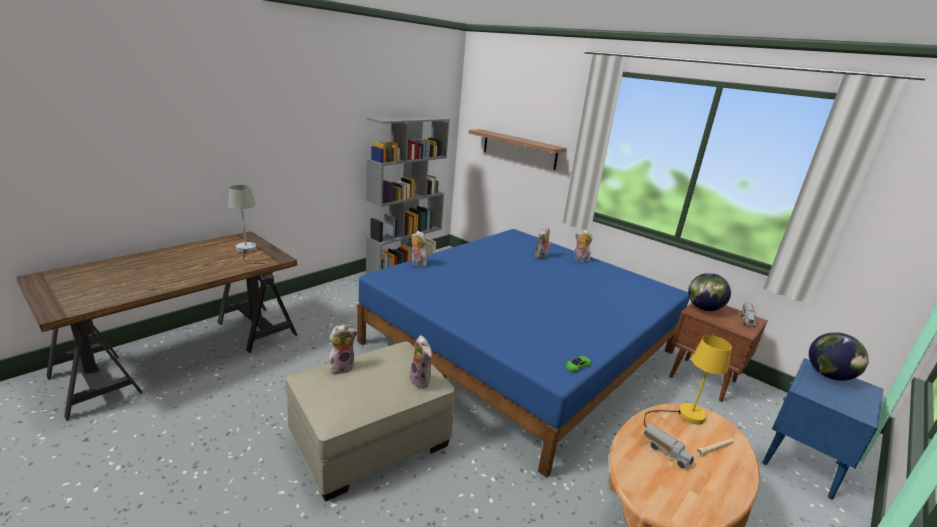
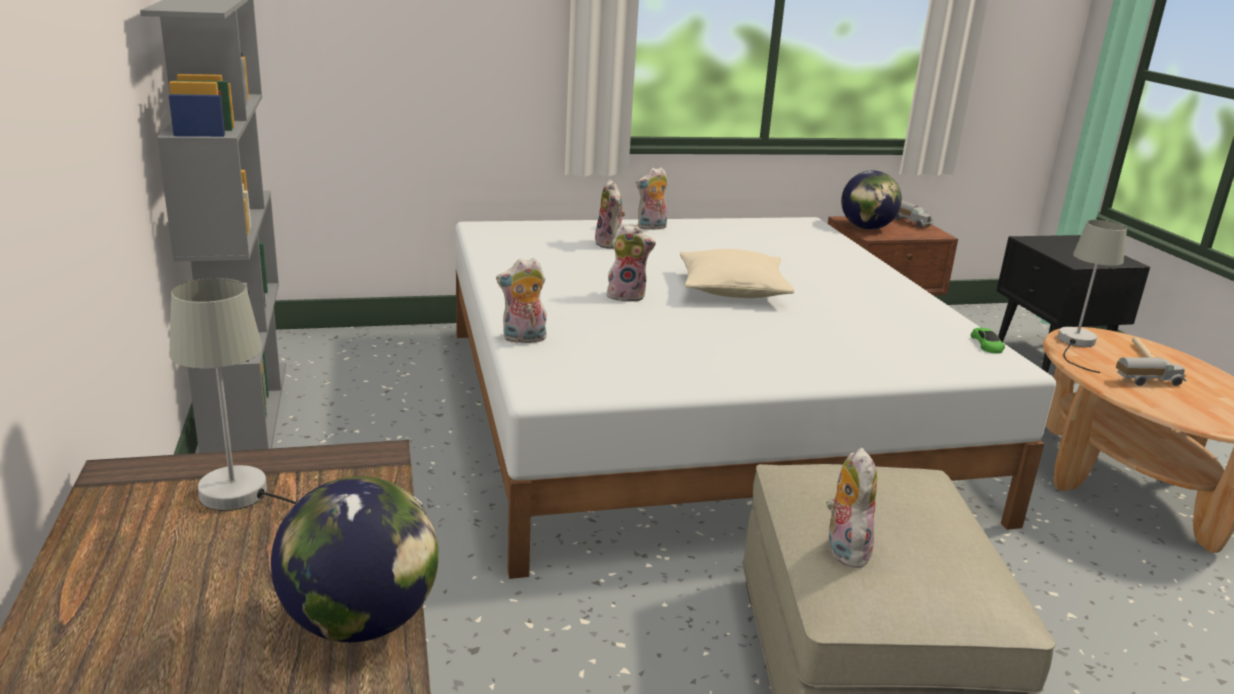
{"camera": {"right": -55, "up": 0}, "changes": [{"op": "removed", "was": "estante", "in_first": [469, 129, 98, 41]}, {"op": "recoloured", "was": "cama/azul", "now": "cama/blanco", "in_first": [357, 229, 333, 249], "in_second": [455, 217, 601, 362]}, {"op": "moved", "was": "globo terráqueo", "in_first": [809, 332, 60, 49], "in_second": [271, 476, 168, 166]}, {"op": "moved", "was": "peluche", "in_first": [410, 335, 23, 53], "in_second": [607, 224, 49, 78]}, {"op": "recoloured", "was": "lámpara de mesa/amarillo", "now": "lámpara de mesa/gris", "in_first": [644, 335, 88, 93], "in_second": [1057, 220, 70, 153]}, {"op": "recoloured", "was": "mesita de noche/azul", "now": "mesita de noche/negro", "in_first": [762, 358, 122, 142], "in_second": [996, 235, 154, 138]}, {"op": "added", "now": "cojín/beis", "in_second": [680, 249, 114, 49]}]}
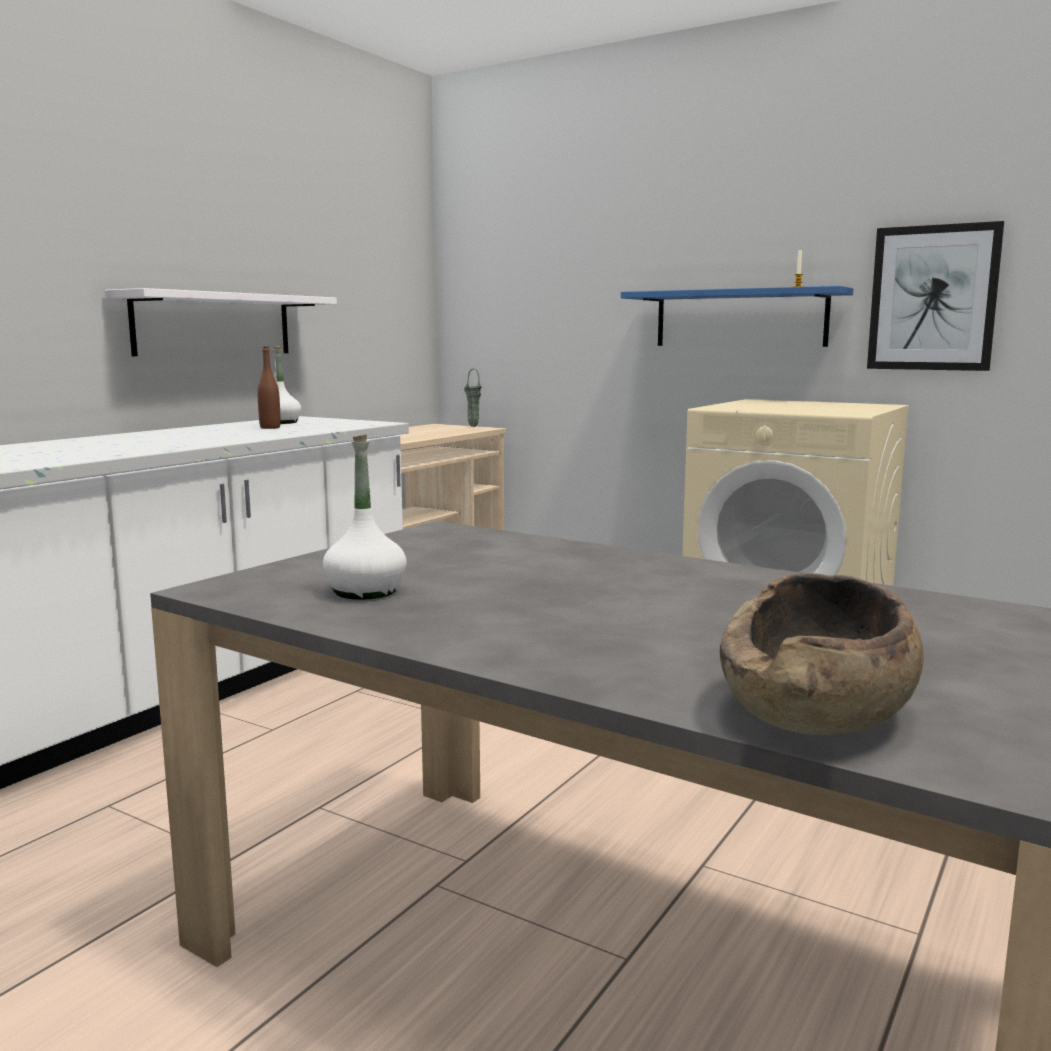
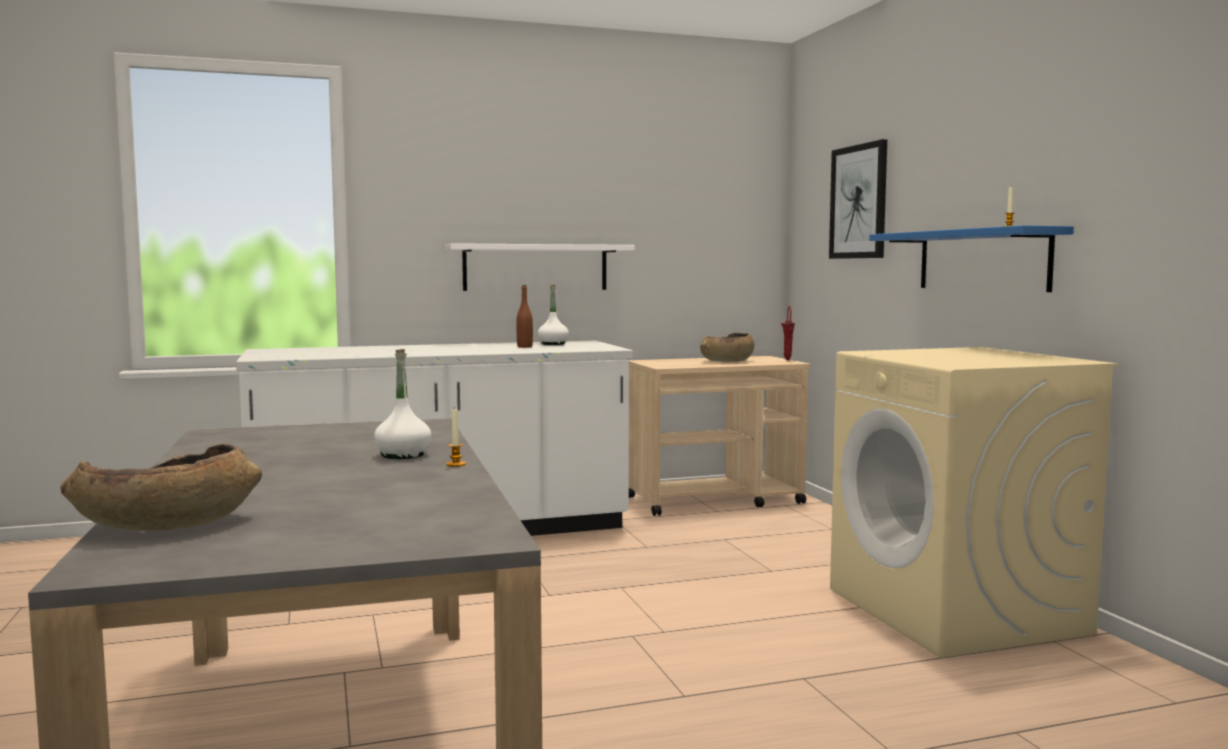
{"camera": {"right": 40, "up": -5}, "changes": [{"op": "moved", "was": "cuadro", "in_first": [867, 221, 137, 150], "in_second": [829, 139, 58, 120]}, {"op": "recoloured", "was": "florero/verde", "now": "florero/rojo", "in_first": [464, 368, 18, 59], "in_second": [781, 306, 14, 55]}, {"op": "moved", "was": "botella/blanco", "in_first": [323, 434, 84, 166], "in_second": [374, 349, 57, 110]}, {"op": "added", "now": "cuenco/marrón", "in_second": [700, 333, 54, 29]}, {"op": "added", "now": "vela", "in_second": [446, 409, 20, 58]}]}
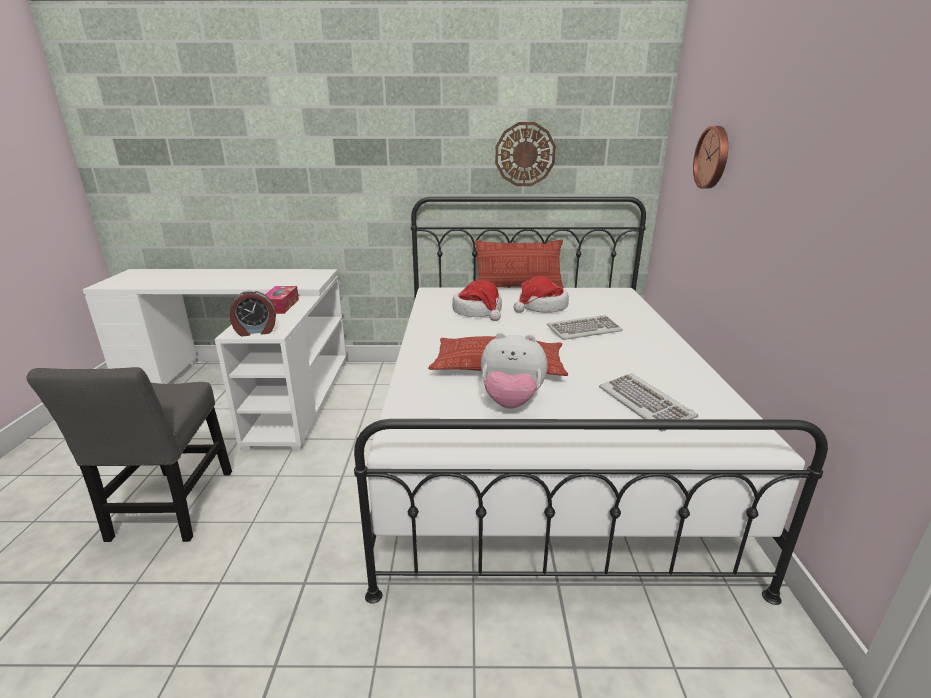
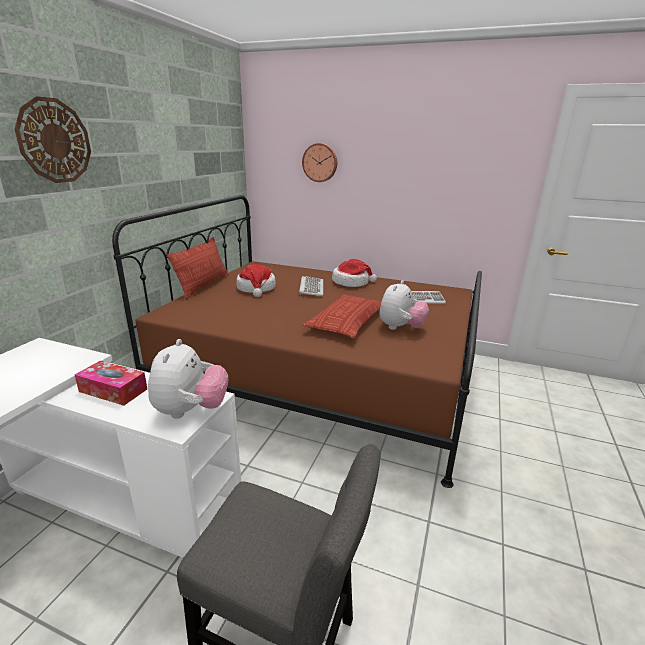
{"camera": {"right": -70, "up": 0}, "changes": [{"op": "moved", "was": "reloj de pared", "in_first": [495, 122, 61, 64], "in_second": [14, 96, 77, 87]}, {"op": "recoloured", "was": "cama/blanco", "now": "cama/marrón", "in_first": [354, 197, 474, 408], "in_second": [112, 195, 370, 293]}, {"op": "moved", "was": "sombrero", "in_first": [452, 280, 50, 41], "in_second": [332, 259, 45, 28]}, {"op": "replaced", "was": "despertador", "now": "peluche", "in_first": [230, 290, 46, 46], "in_second": [148, 339, 80, 80]}]}
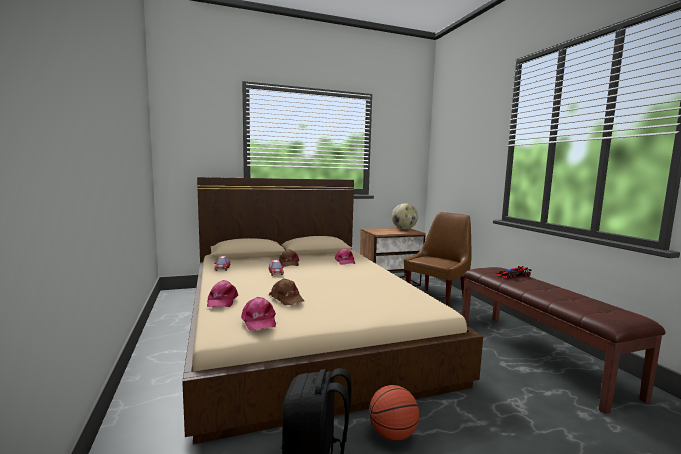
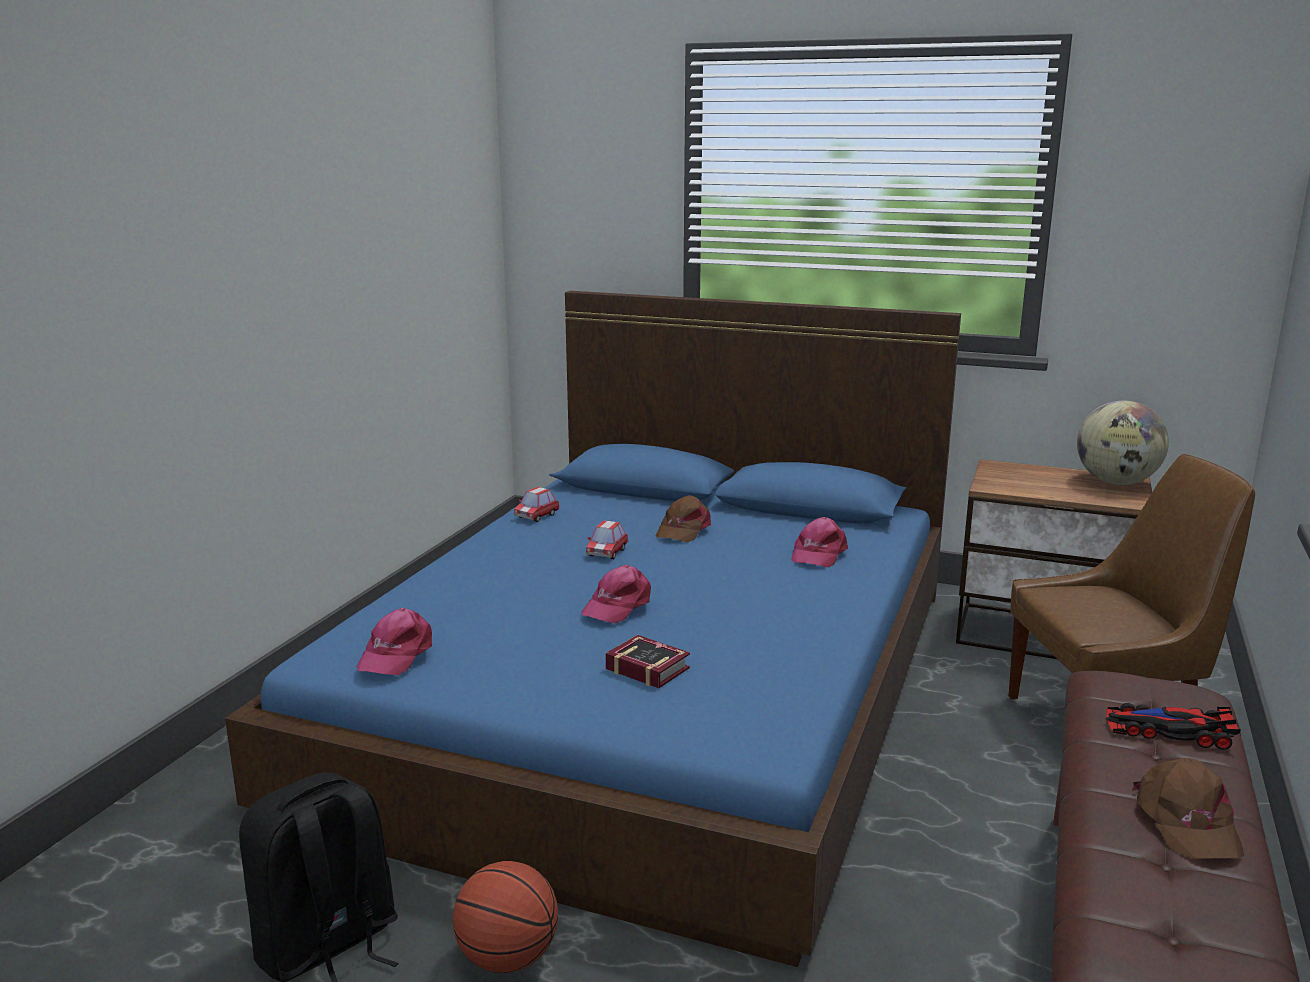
{"camera": {"right": 40, "up": 10}, "changes": [{"op": "recoloured", "was": "cama/beis", "now": "cama/azul", "in_first": [182, 177, 301, 267], "in_second": [225, 291, 736, 676]}, {"op": "moved", "was": "gorra/marrón", "in_first": [269, 279, 36, 26], "in_second": [1132, 758, 112, 101]}, {"op": "moved", "was": "gorra/rosa", "in_first": [207, 280, 31, 27], "in_second": [581, 565, 70, 58]}, {"op": "added", "now": "libro", "in_second": [606, 635, 84, 53]}]}
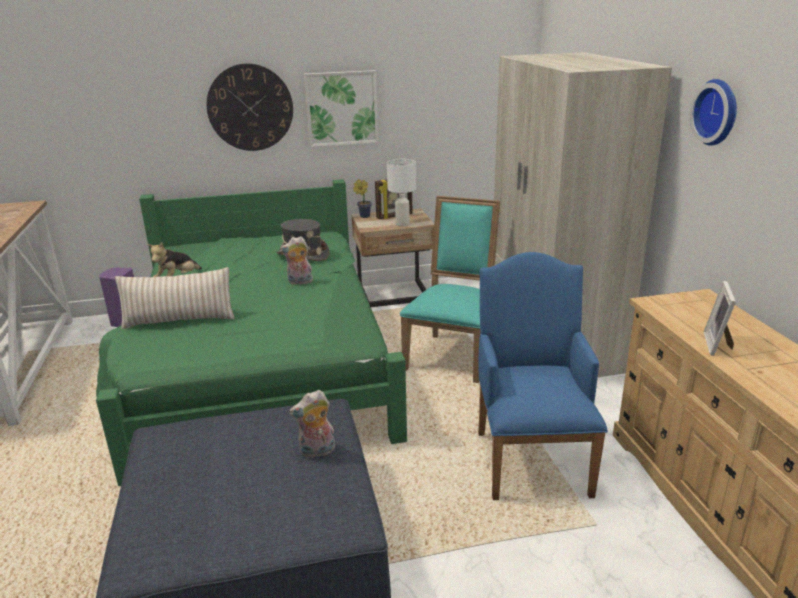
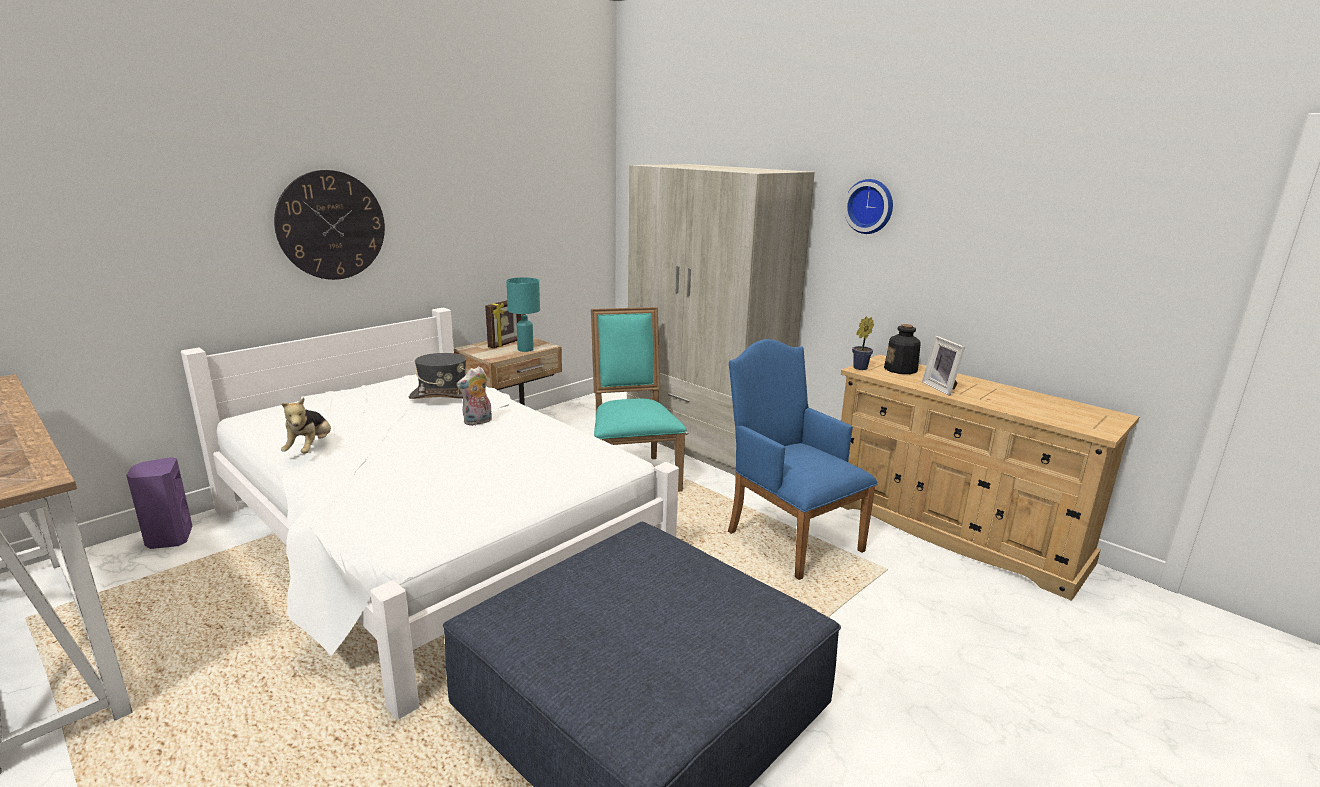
{"camera": {"right": -35, "up": -5}, "changes": [{"op": "removed", "was": "cuadro", "in_first": [304, 70, 75, 77]}, {"op": "recoloured", "was": "lámpara de mesa/blanco", "now": "lámpara de mesa/turquesa", "in_first": [387, 159, 29, 67], "in_second": [506, 277, 34, 75]}, {"op": "recoloured", "was": "cama/verde", "now": "cama/blanco", "in_first": [96, 179, 311, 307], "in_second": [181, 307, 498, 412]}, {"op": "moved", "was": "planta en maceta", "in_first": [353, 179, 19, 39], "in_second": [852, 317, 22, 53]}, {"op": "removed", "was": "cojín/beis", "in_first": [115, 267, 120, 62]}, {"op": "removed", "was": "peluche", "in_first": [289, 390, 46, 68]}, {"op": "added", "now": "botella", "in_second": [884, 324, 37, 50]}]}
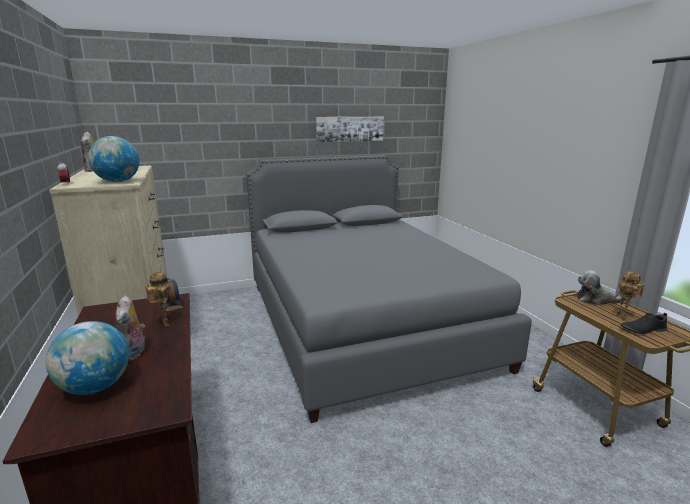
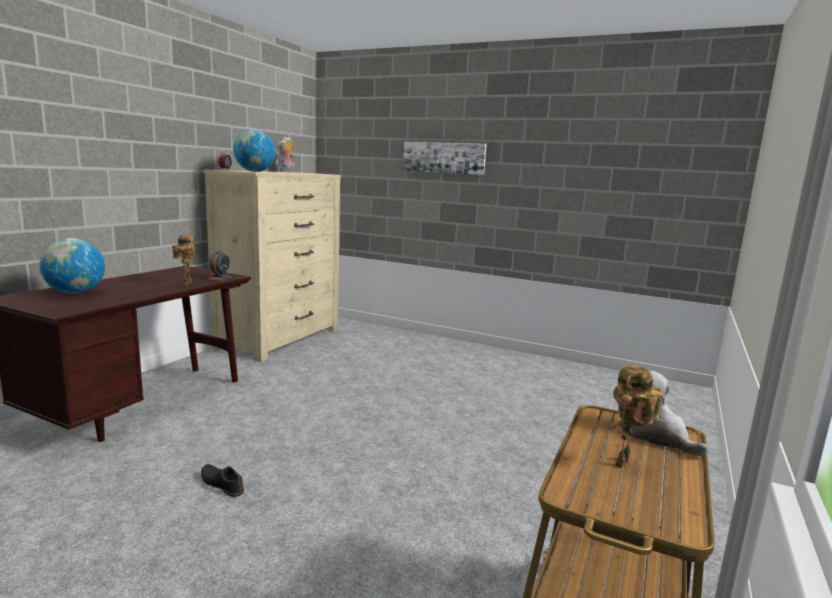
{"camera": {"right": 45, "up": -5}, "changes": [{"op": "moved", "was": "cuadro", "in_first": [316, 117, 68, 25], "in_second": [403, 142, 84, 33]}, {"op": "removed", "was": "cama/gris", "in_first": [246, 155, 286, 268]}, {"op": "removed", "was": "peluche", "in_first": [115, 295, 30, 66]}, {"op": "moved", "was": "zapato/negro", "in_first": [620, 313, 47, 21], "in_second": [201, 464, 43, 33]}]}
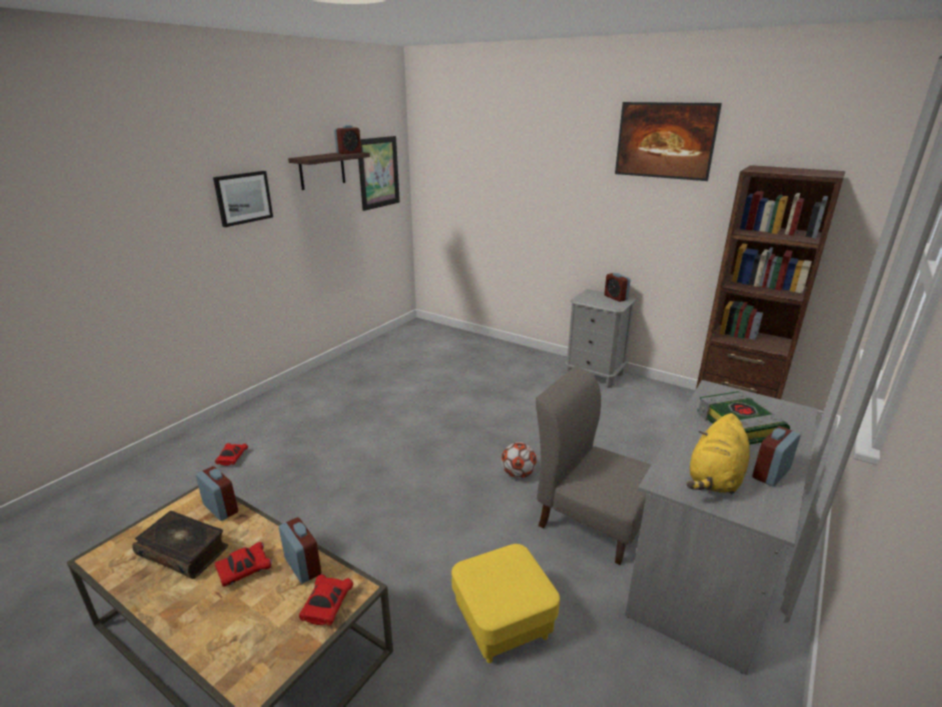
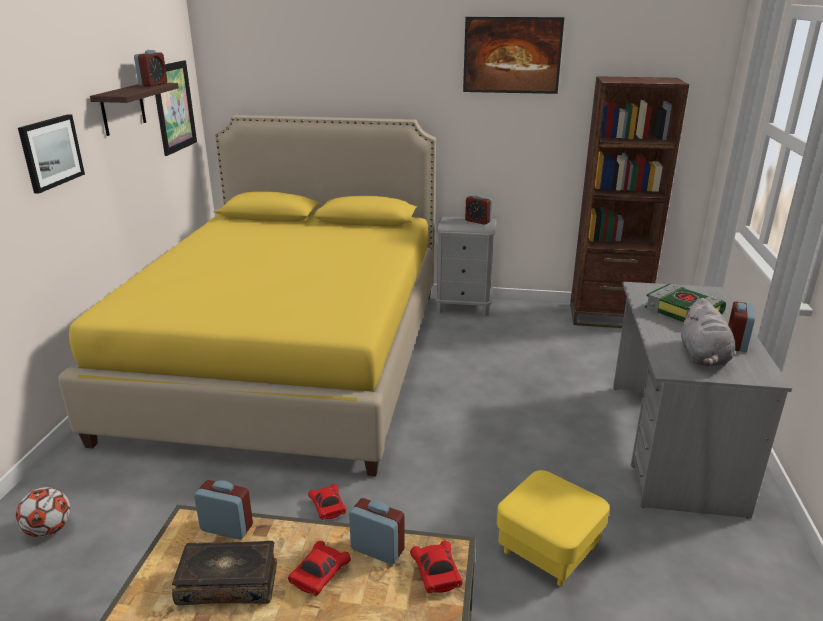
{"camera": {"right": -25, "up": 0}, "changes": [{"op": "removed", "was": "silla/gris", "in_first": [536, 366, 115, 199]}, {"op": "recoloured", "was": "peluche/amarillo", "now": "peluche/gris", "in_first": [686, 413, 64, 81], "in_second": [681, 298, 54, 68]}, {"op": "moved", "was": "balón de fútbol", "in_first": [501, 442, 36, 36], "in_second": [16, 487, 55, 50]}, {"op": "moved", "was": "coche de juguete/rojo", "in_first": [215, 443, 33, 23], "in_second": [308, 484, 38, 36]}, {"op": "added", "now": "cama/amarillo", "in_second": [58, 115, 378, 361]}]}
